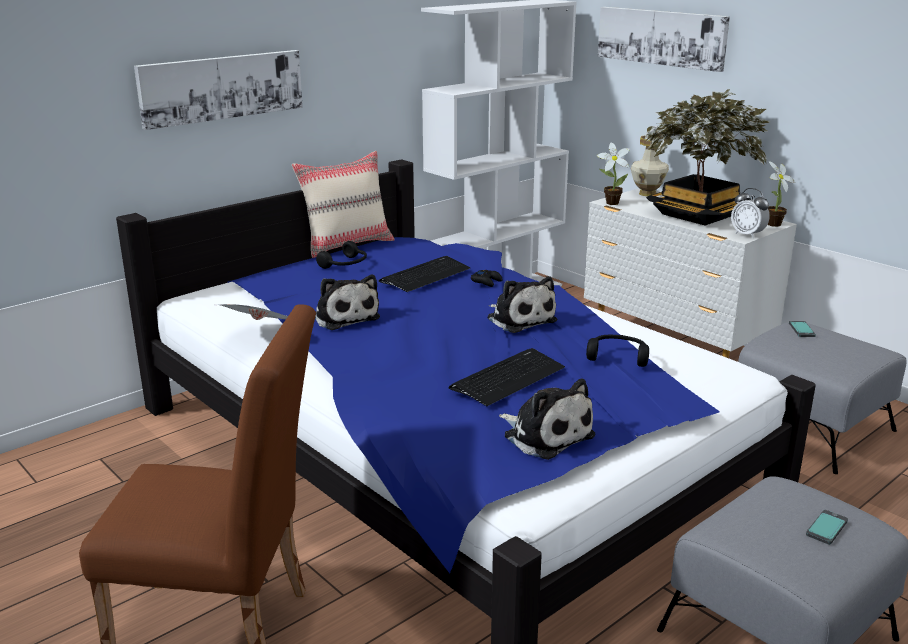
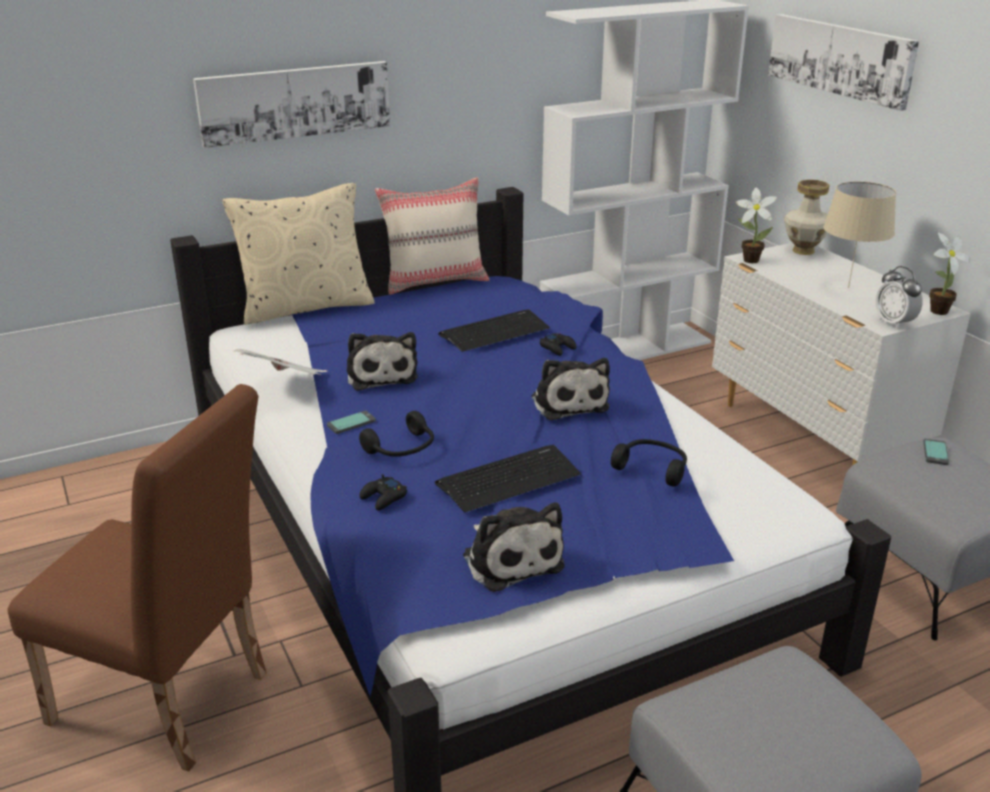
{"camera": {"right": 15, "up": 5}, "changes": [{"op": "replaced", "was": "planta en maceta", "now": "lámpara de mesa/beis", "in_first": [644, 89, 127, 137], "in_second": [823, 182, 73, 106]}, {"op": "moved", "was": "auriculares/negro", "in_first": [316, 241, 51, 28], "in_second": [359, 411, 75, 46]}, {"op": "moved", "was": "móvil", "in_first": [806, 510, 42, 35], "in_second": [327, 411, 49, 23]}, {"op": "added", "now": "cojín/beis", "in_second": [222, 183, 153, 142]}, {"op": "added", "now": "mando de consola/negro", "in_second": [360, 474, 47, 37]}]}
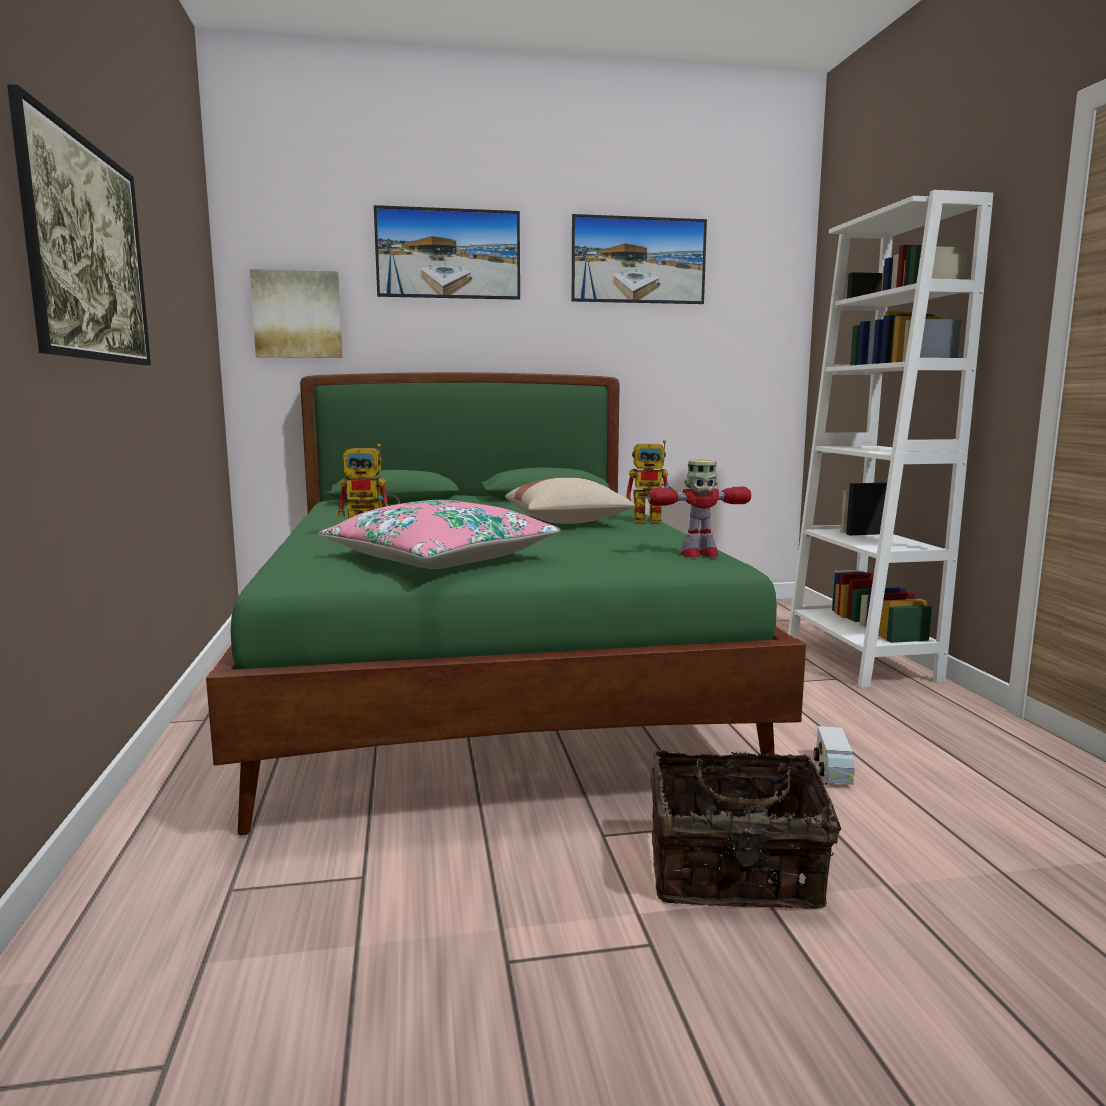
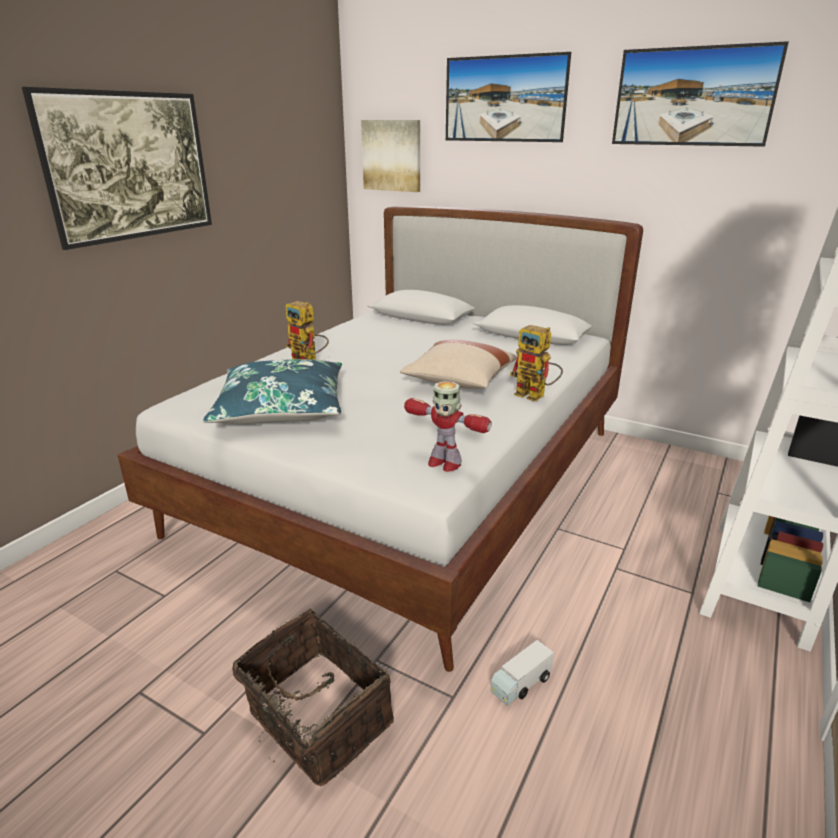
{"camera": {"right": 40, "up": 15}, "changes": [{"op": "recoloured", "was": "cama/verde", "now": "cama/blanco", "in_first": [206, 372, 600, 463], "in_second": [118, 206, 525, 466]}, {"op": "recoloured", "was": "cojín/rosa", "now": "cojín/azul", "in_first": [318, 500, 243, 69], "in_second": [203, 359, 139, 65]}]}
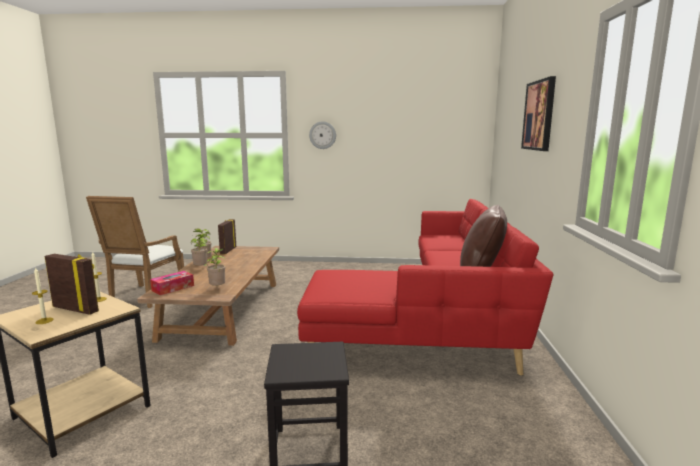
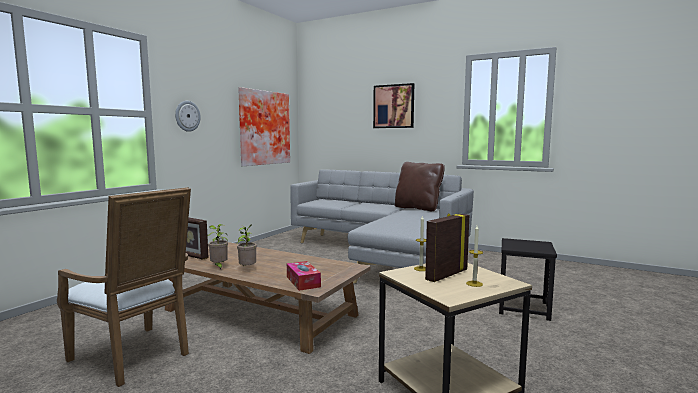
{"camera": {"right": -65, "up": -5}, "changes": [{"op": "recoloured", "was": "sofá/rojo", "now": "sofá/gris", "in_first": [297, 199, 257, 177], "in_second": [290, 169, 184, 115]}, {"op": "removed", "was": "planta en maceta", "in_first": [206, 248, 19, 38]}, {"op": "added", "now": "cuadro", "in_second": [238, 87, 52, 79]}]}
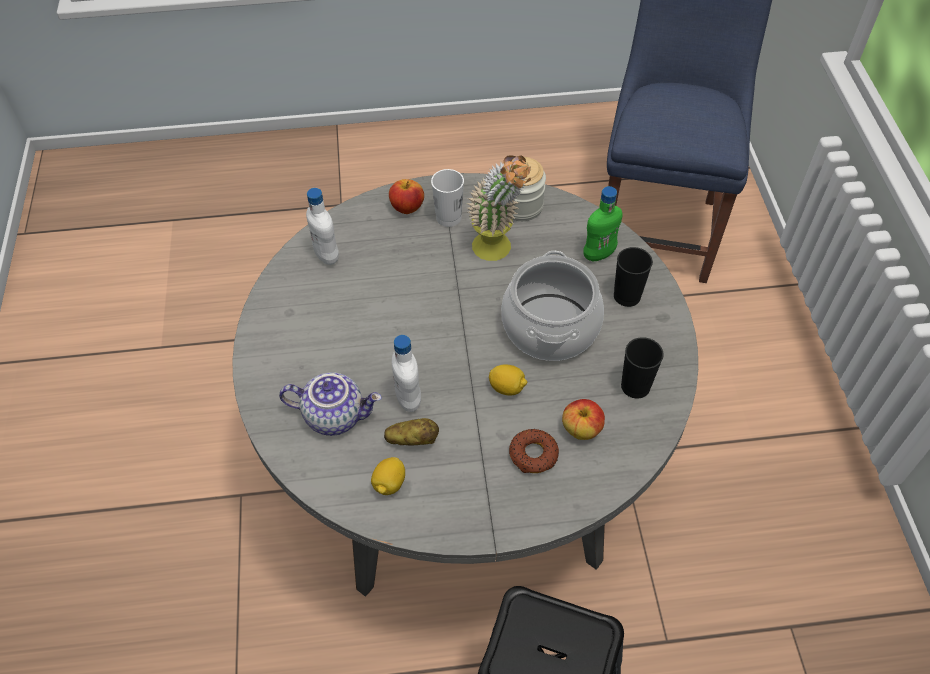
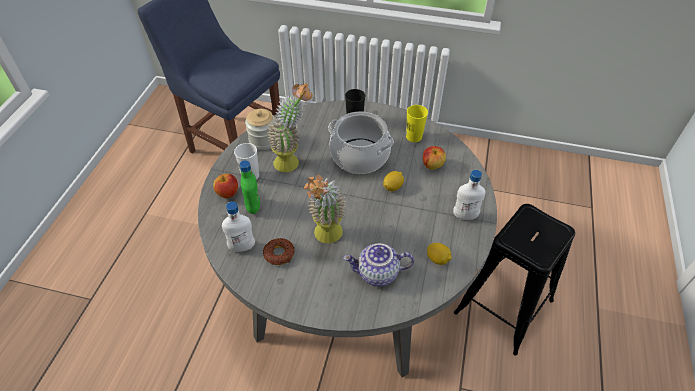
{"camera": {"right": -70, "up": -5}, "changes": [{"op": "moved", "was": "botella/verde", "in_first": [583, 186, 40, 75], "in_second": [239, 160, 21, 54]}, {"op": "moved", "was": "botella/blanco", "in_first": [392, 335, 29, 77], "in_second": [453, 170, 33, 50]}, {"op": "recoloured", "was": "taza/negro", "now": "taza/amarillo", "in_first": [621, 337, 43, 61], "in_second": [406, 105, 22, 37]}, {"op": "turned", "was": "tetera", "in_first": [279, 372, 103, 64], "in_second": [343, 243, 71, 44], "clockwise": -120}, {"op": "removed", "was": "patata", "in_first": [384, 418, 55, 28]}, {"op": "moved", "was": "rosquilla", "in_first": [509, 429, 50, 44], "in_second": [263, 238, 32, 27]}, {"op": "added", "now": "planta en maceta", "in_second": [303, 174, 43, 69]}]}
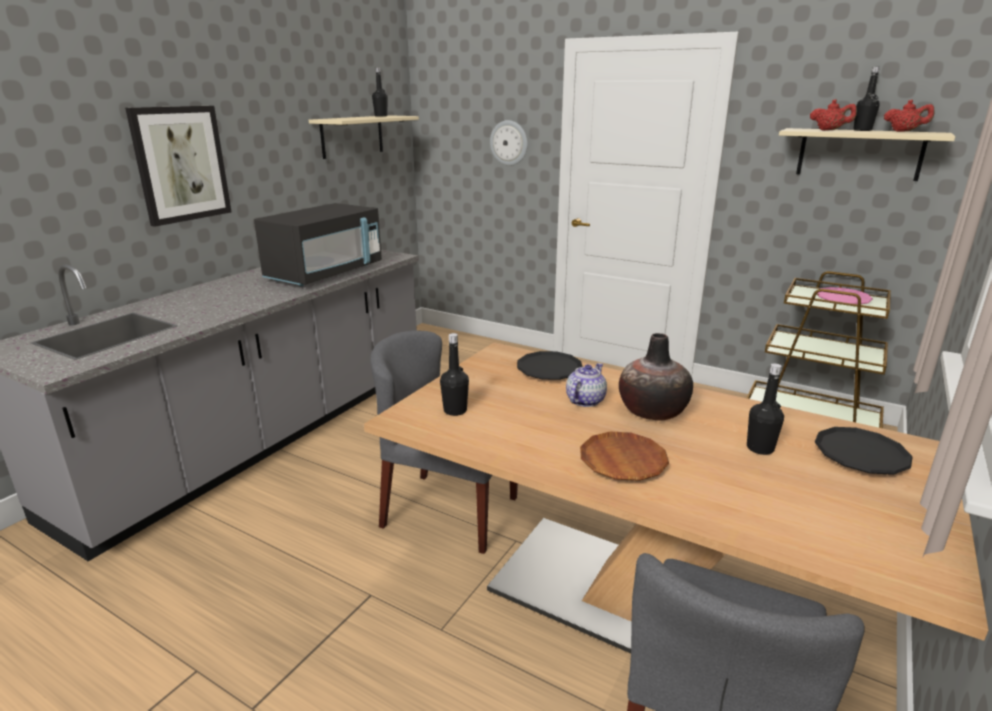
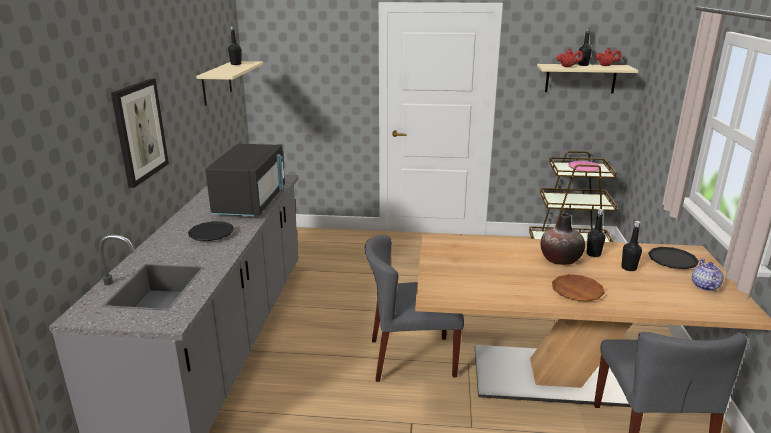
{"camera": {"right": -25, "up": 0}, "changes": [{"op": "removed", "was": "reloj de pared", "in_first": [490, 120, 38, 46]}, {"op": "moved", "was": "botella/negro", "in_first": [440, 333, 29, 83], "in_second": [587, 209, 19, 48]}, {"op": "moved", "was": "plato/negro", "in_first": [517, 351, 65, 29], "in_second": [188, 221, 46, 20]}, {"op": "moved", "was": "tetera", "in_first": [566, 363, 41, 44], "in_second": [692, 259, 32, 32]}]}
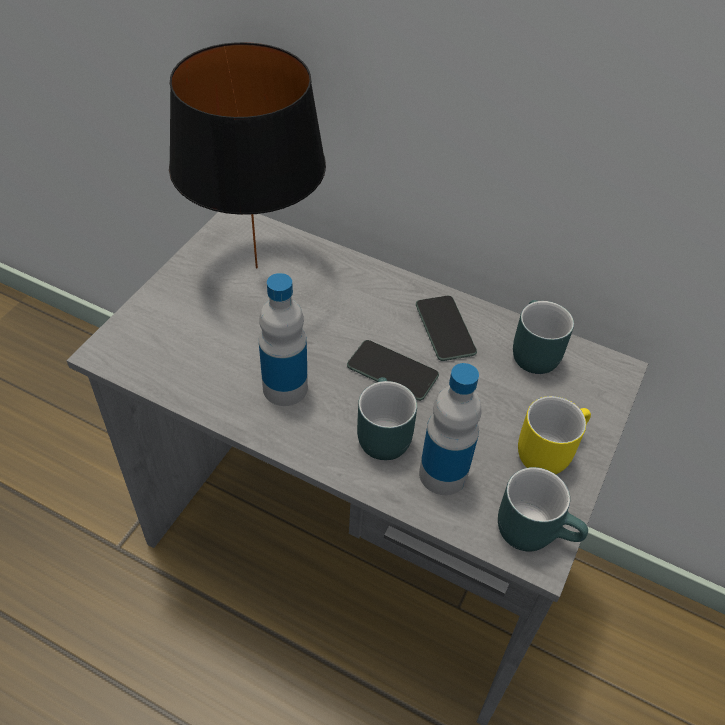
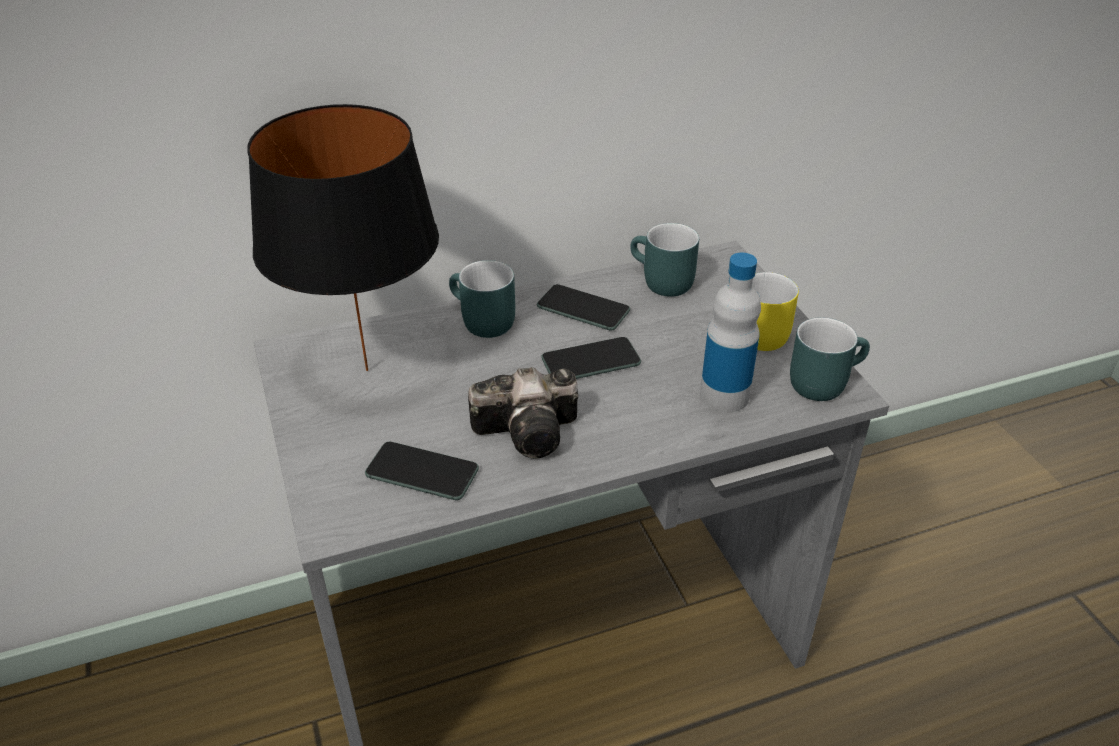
{"camera": {"right": -45, "up": -10}, "changes": [{"op": "replaced", "was": "botella", "now": "cámara", "in_first": [259, 273, 49, 133], "in_second": [468, 367, 110, 91]}, {"op": "moved", "was": "taza grande/turquesa", "in_first": [357, 377, 60, 83], "in_second": [449, 260, 66, 78]}, {"op": "added", "now": "móvil", "in_second": [365, 442, 114, 58]}]}
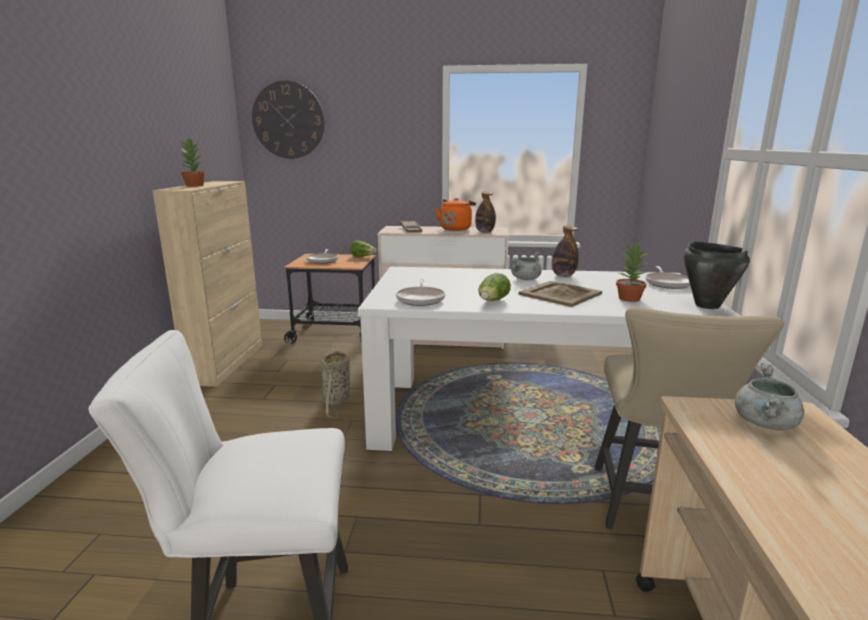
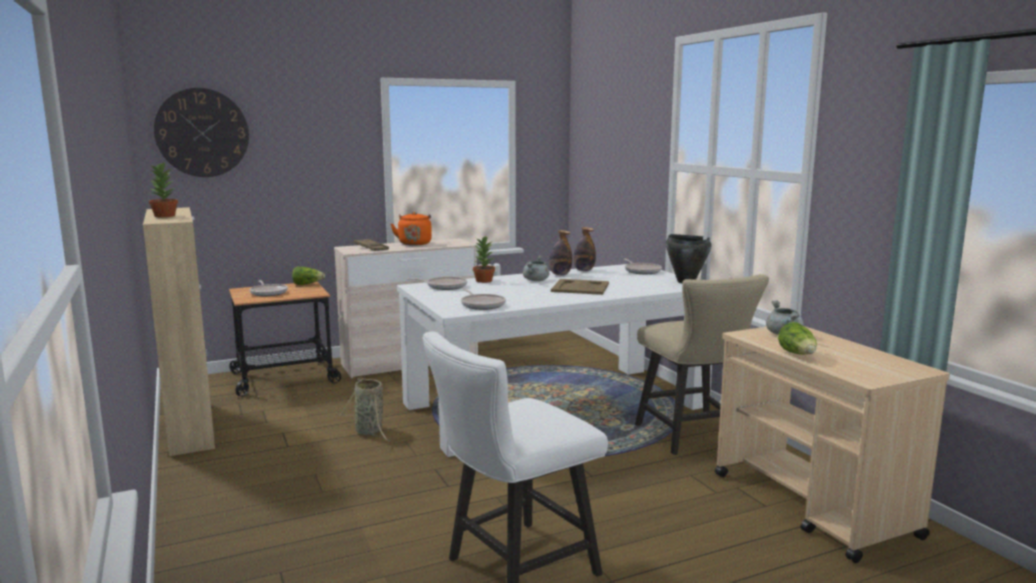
{"camera": {"right": -30, "up": -5}, "changes": [{"op": "moved", "was": "botella", "in_first": [475, 192, 21, 41], "in_second": [574, 227, 22, 44]}, {"op": "moved", "was": "planta en maceta", "in_first": [616, 243, 31, 59], "in_second": [473, 236, 22, 47]}, {"op": "moved", "was": "lechuga", "in_first": [478, 273, 33, 28], "in_second": [778, 322, 39, 33]}, {"op": "added", "now": "sartén", "in_second": [407, 277, 60, 13]}]}
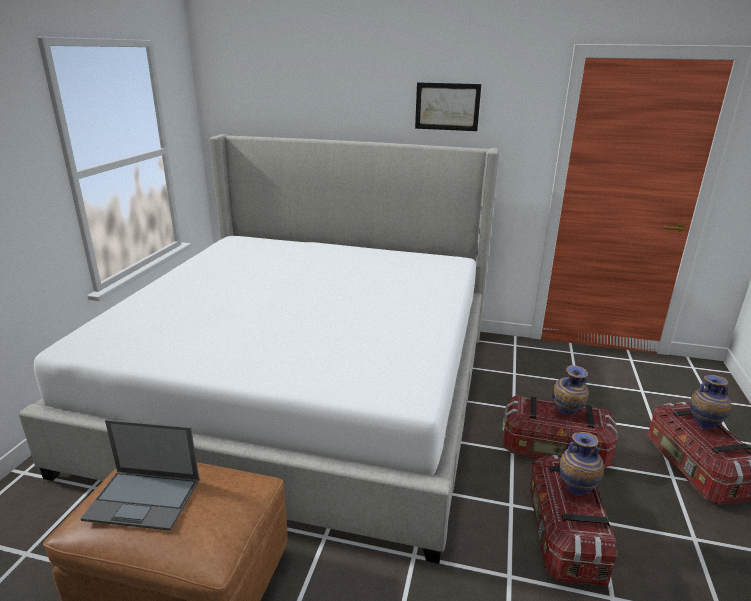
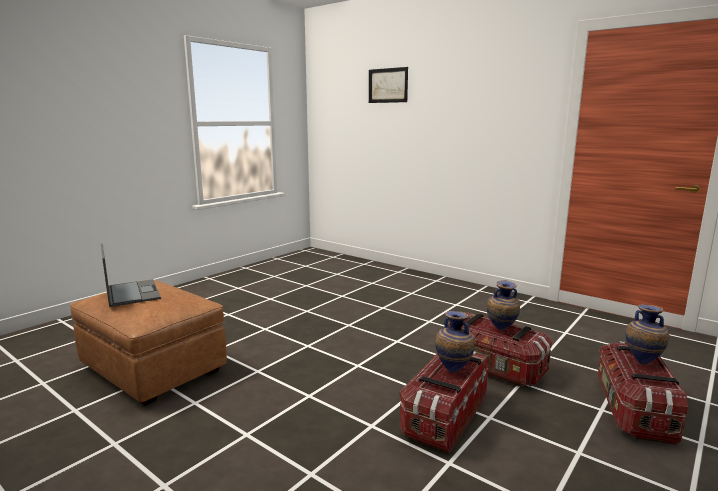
{"camera": {"right": 25, "up": -10}, "changes": [{"op": "moved", "was": "cuadro", "in_first": [415, 82, 66, 49], "in_second": [369, 67, 39, 36]}, {"op": "removed", "was": "cama", "in_first": [19, 134, 480, 430]}, {"op": "turned", "was": "portátil", "in_first": [81, 419, 119, 112], "in_second": [101, 244, 60, 63], "clockwise": -150}]}
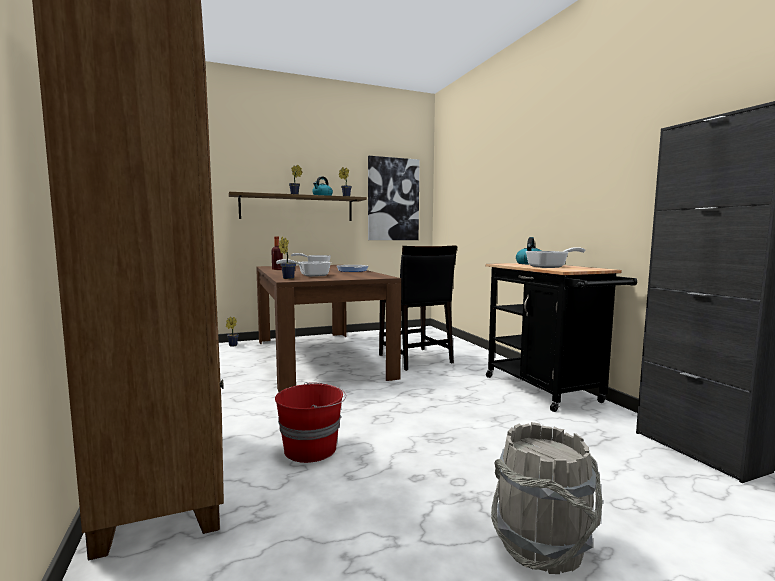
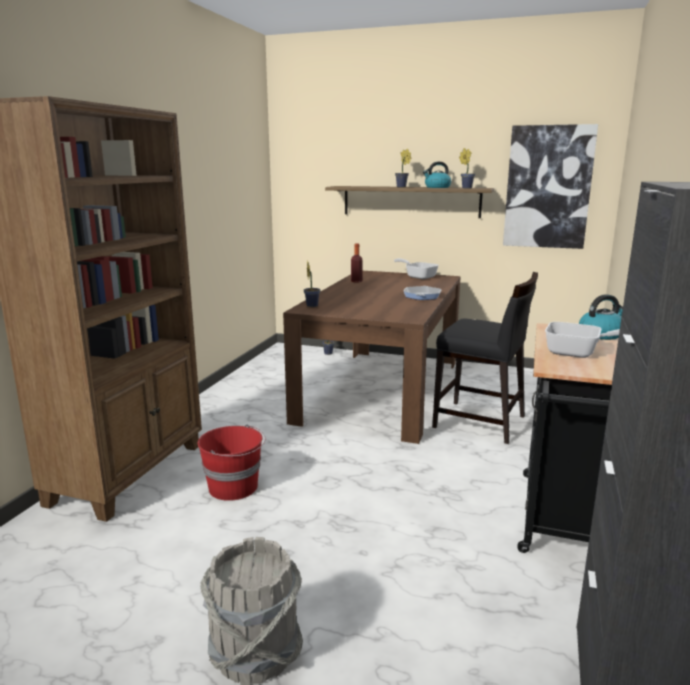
{"camera": {"right": 40, "up": 10}, "changes": [{"op": "turned", "was": "silla/negro", "in_first": [379, 245, 78, 126], "in_second": [432, 272, 106, 172], "clockwise": -75}, {"op": "removed", "was": "sartén", "in_first": [276, 259, 55, 18]}]}
